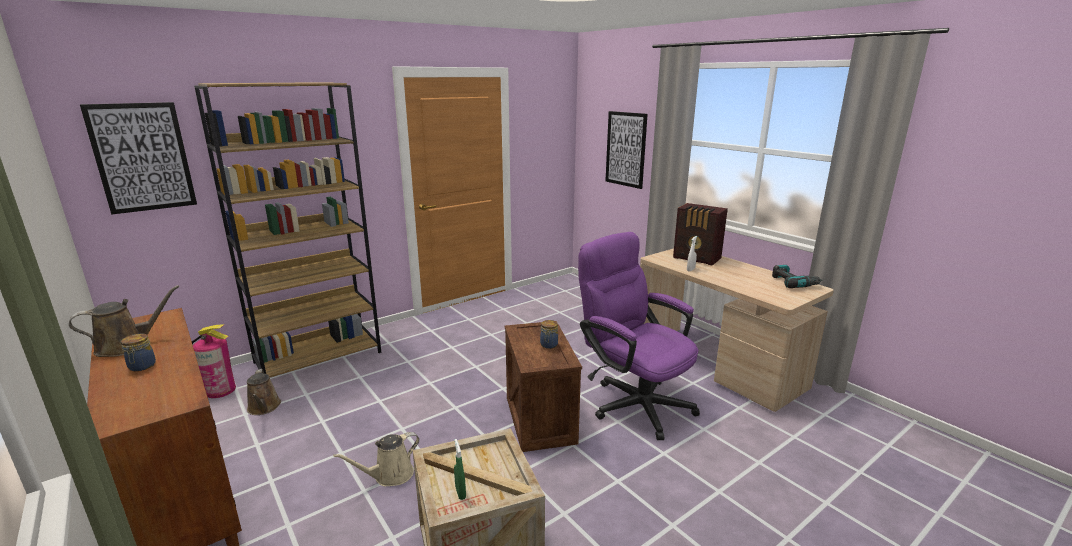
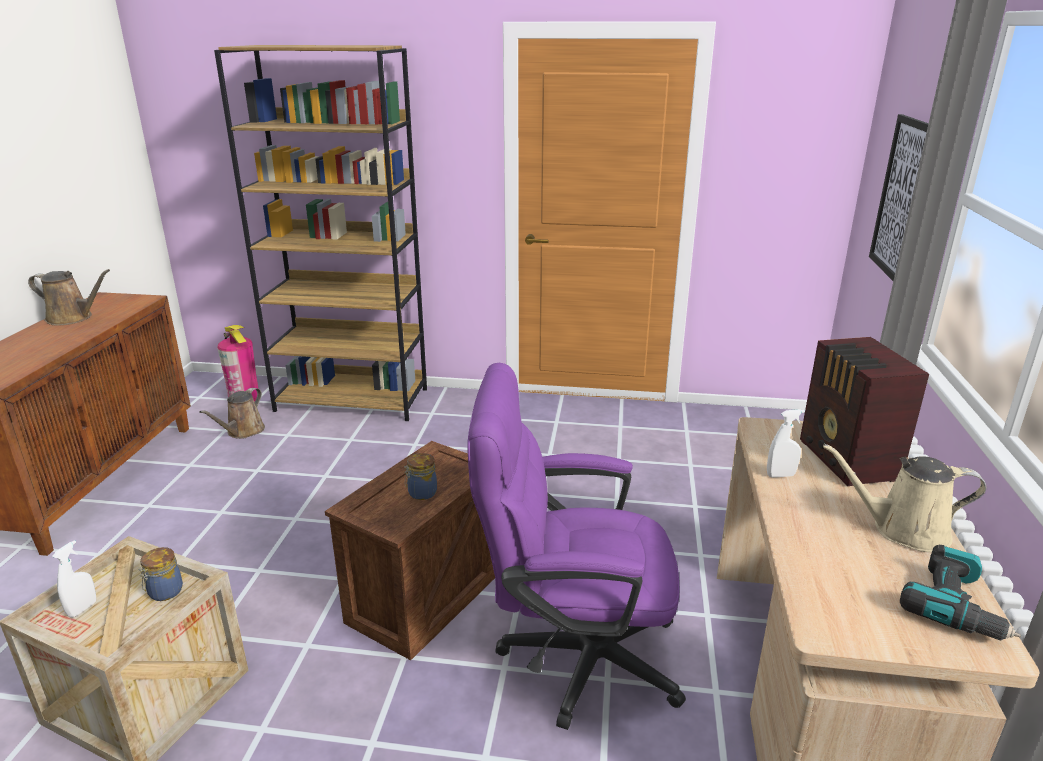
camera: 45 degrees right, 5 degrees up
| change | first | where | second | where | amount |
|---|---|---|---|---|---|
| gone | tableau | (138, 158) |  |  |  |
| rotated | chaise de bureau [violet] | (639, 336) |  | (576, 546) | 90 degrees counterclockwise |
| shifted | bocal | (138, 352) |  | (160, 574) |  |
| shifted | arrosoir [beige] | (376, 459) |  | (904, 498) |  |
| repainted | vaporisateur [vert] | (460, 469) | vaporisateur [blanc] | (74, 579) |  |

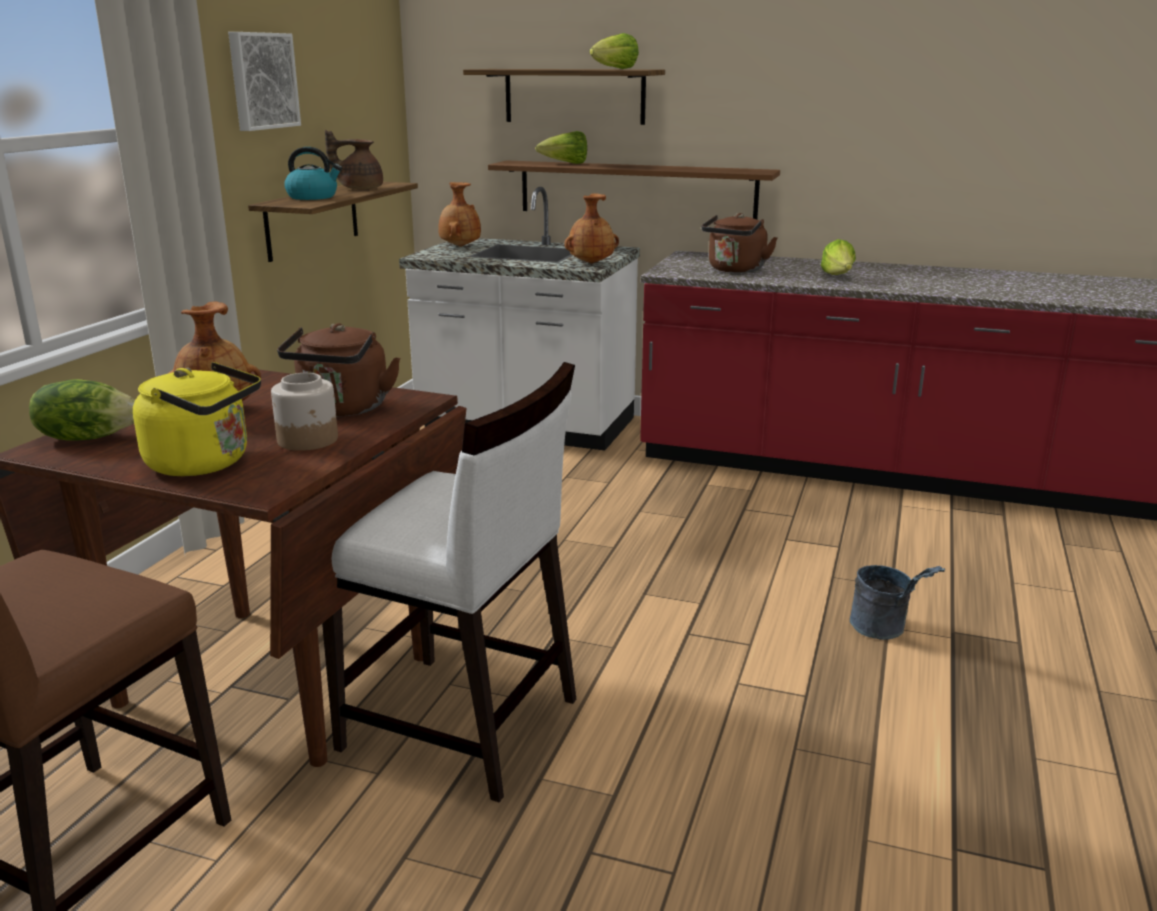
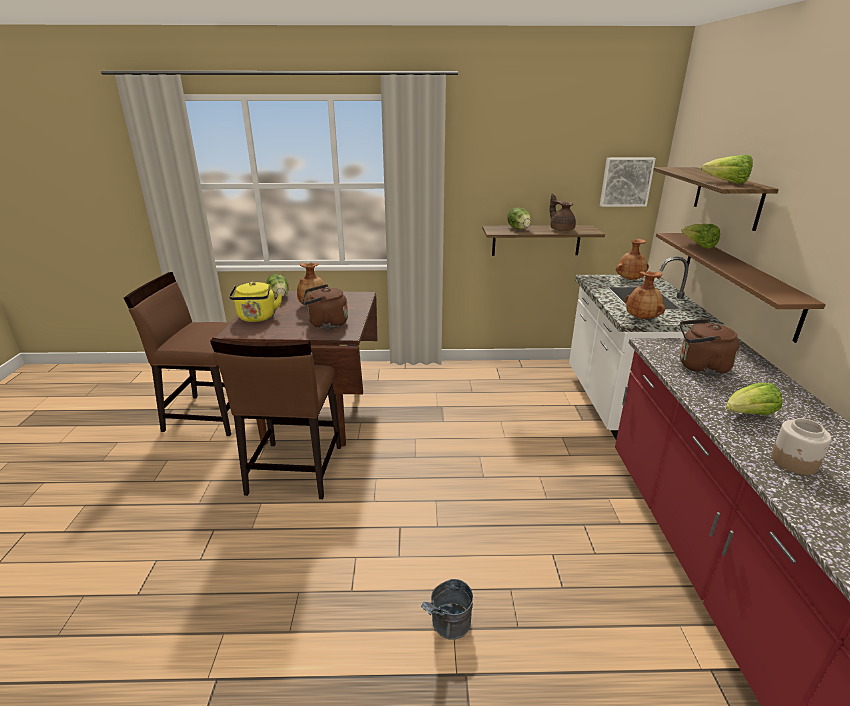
camera: 70 degrees right, 5 degrees up
| change | first | where | second | where | amount |
|---|---|---|---|---|---|
| shifted | tableau | (264, 81) |  | (628, 182) |  |
| swapped | bouilloire | (313, 173) | laitue | (519, 218) |  |
| repainted | chaise [blanc] | (449, 582) | chaise [marron] | (275, 418) |  |
| shifted | bocal | (304, 412) |  | (801, 446) |  |

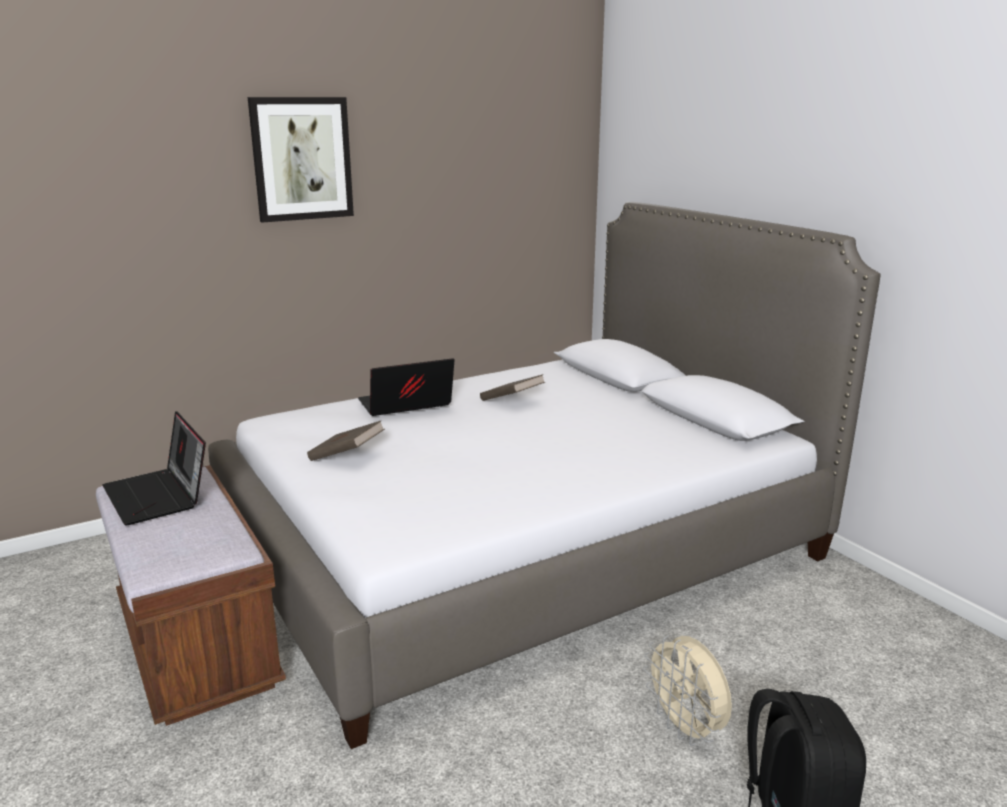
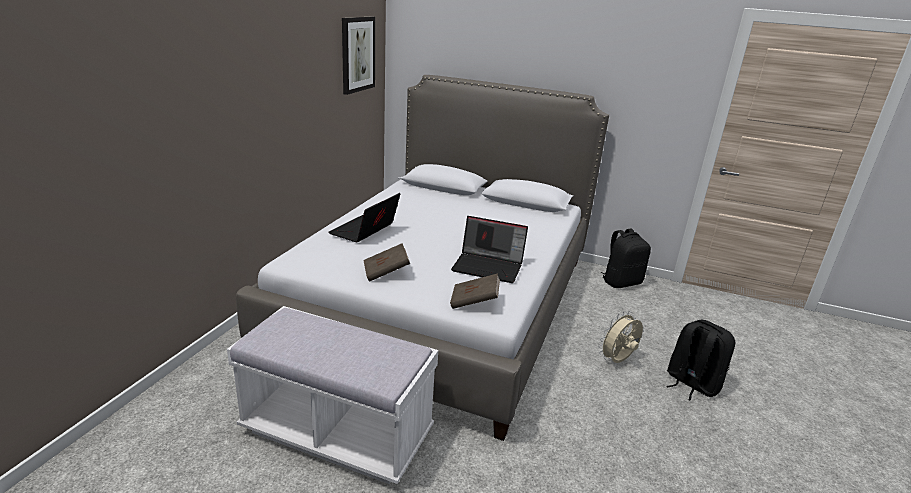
camera: 40 degrees left, 5 degrees up
| change | first | where | second | where | amount |
|---|---|---|---|---|---|
| shifted | tableau | (301, 160) |  | (358, 55) |  |
| shifted | livre [marron] | (512, 387) |  | (475, 291) |  |
| shifted | ordinateur portable | (154, 468) |  | (489, 249) |  |
| repainted | banc [marron] | (191, 595) | banc [blanc] | (332, 395) |  |
| rotated | ventilateur [beige] | (687, 690) |  | (620, 337) | 120 degrees clockwise |
| new |  |  | sac à dos [noir] | (625, 258) |  |

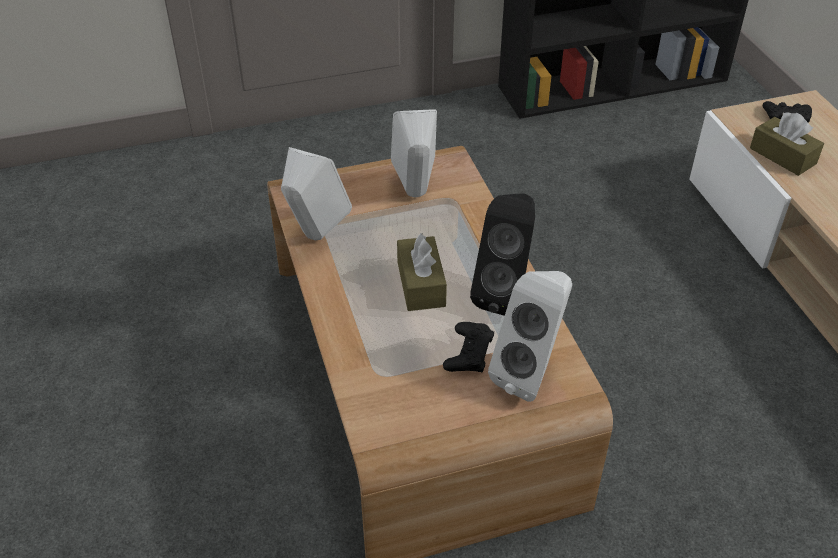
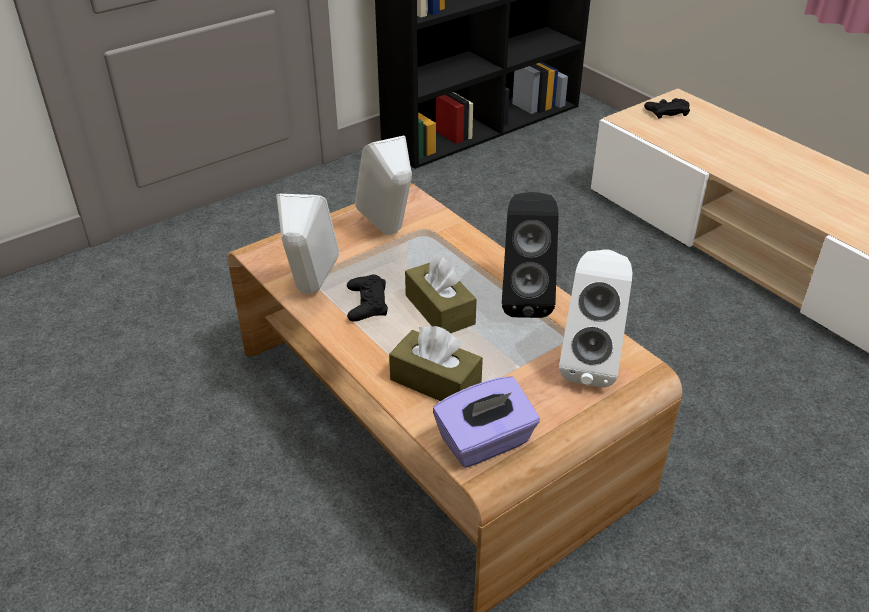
camera: 20 degrees left, 5 degrees down
| change | first | where | second | where | amount |
|---|---|---|---|---|---|
| shifted | boîte à mouchoirs [marron] | (787, 144) |  | (436, 363) |  |
| shifted | manette [noir] | (468, 347) |  | (367, 298) |  |
| new |  |  | boîte à mouchoirs [violet] | (486, 422) |  |

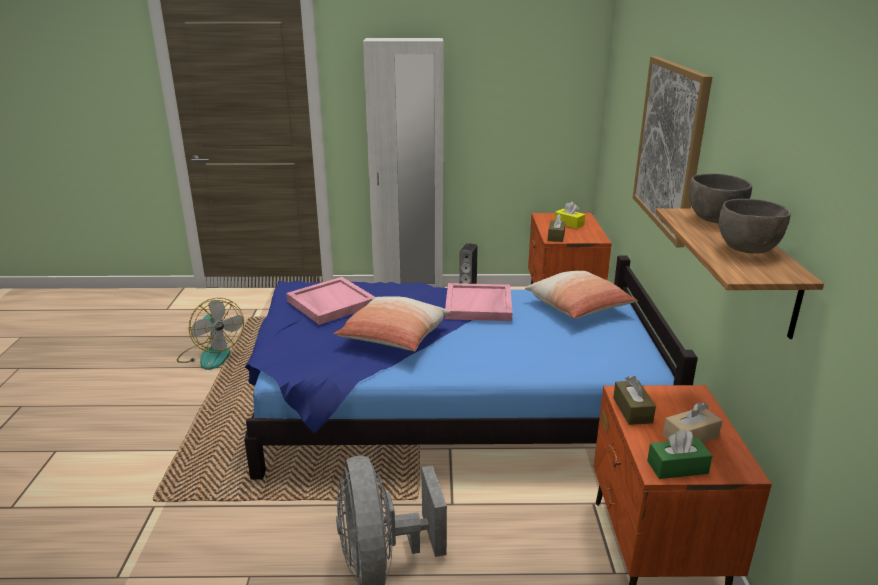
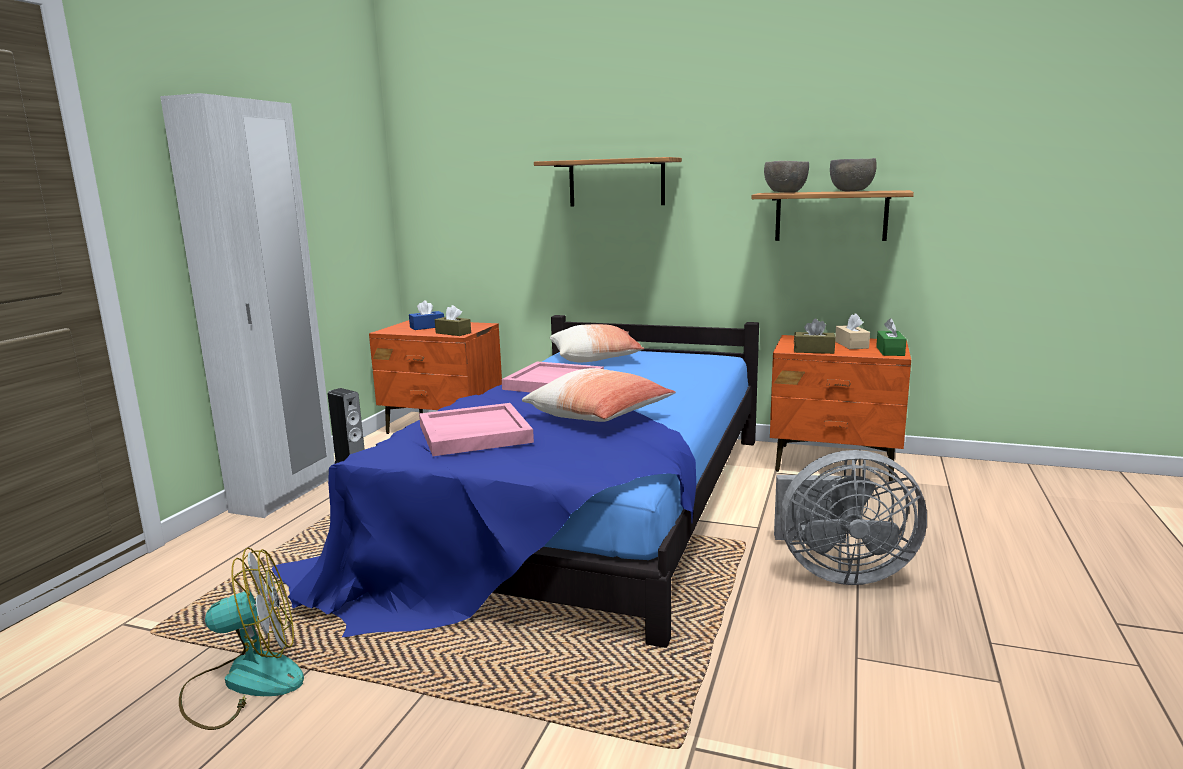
camera: 70 degrees left, 10 degrees down
| change | first | where | second | where | amount |
|---|---|---|---|---|---|
| swapped | tableau | (672, 151) | étagère | (608, 181) |  |
| repainted | boîte à mouchoirs [jaune] | (569, 215) | boîte à mouchoirs [bleu] | (426, 315) |  |

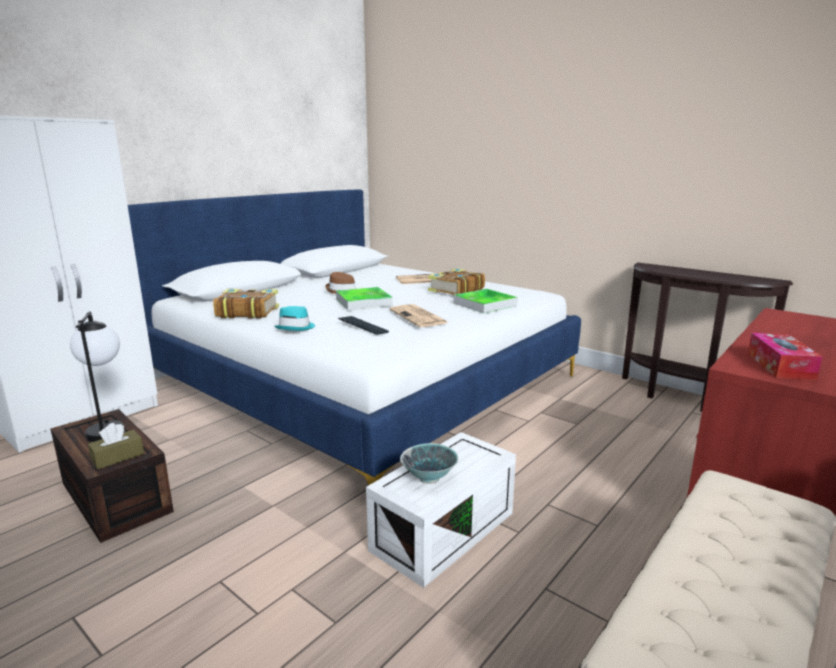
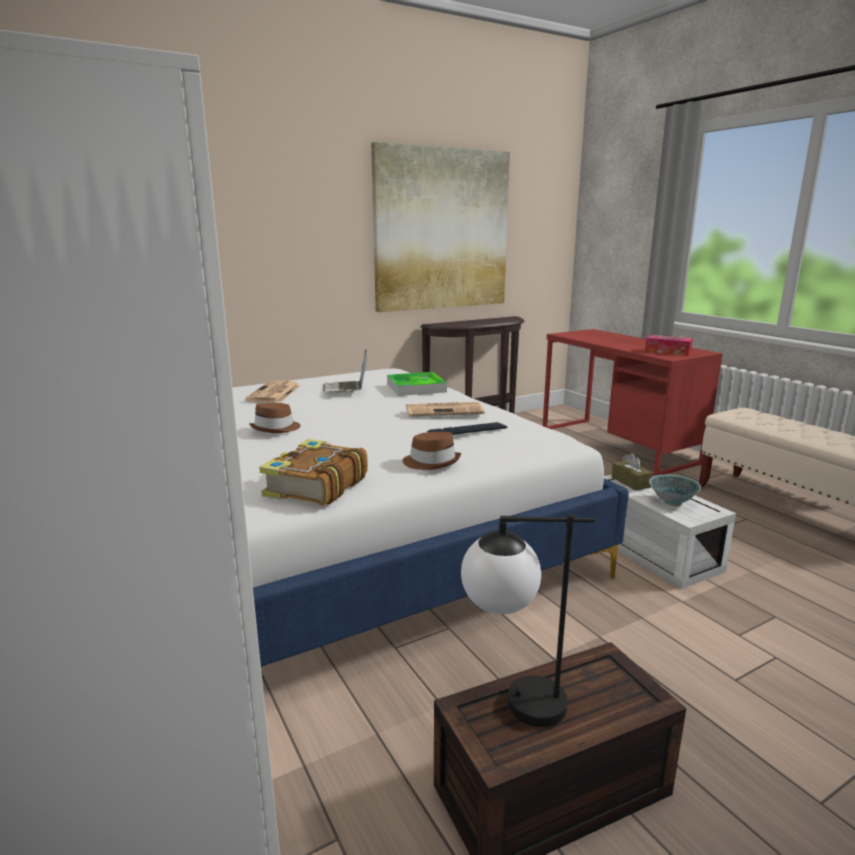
camera: 70 degrees left, 0 degrees up
| change | first | where | second | where | amount |
|---|---|---|---|---|---|
| swapped | livre | (456, 281) | ordinateur portable | (345, 371) |  |
| gone | plateau | (364, 298) |  |  |  |
| repainted | chapeau [turquoise] | (295, 318) | chapeau [marron] | (432, 451) |  |
| shifted | boîte à mouchoirs [marron] | (116, 446) |  | (632, 472) |  |
| new |  |  | tableau | (440, 227) |  |

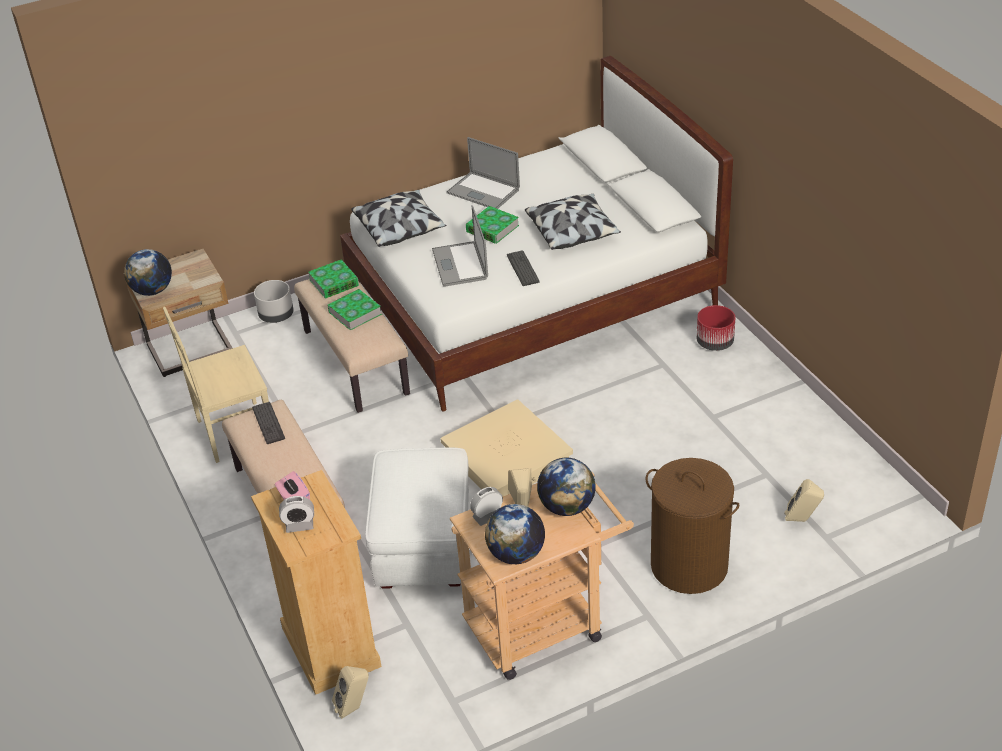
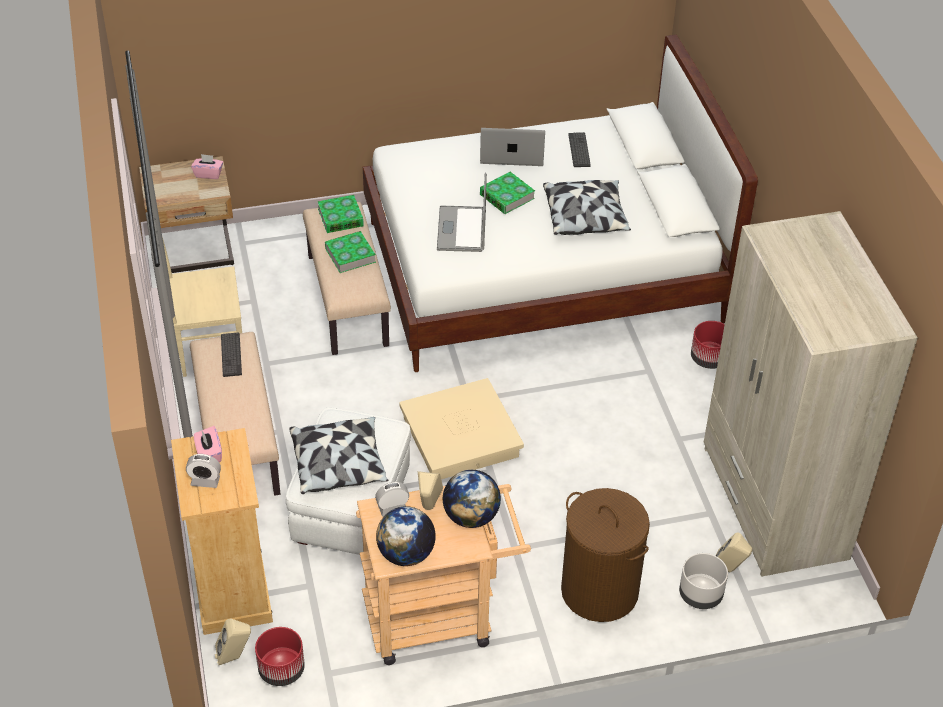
camera: 10 degrees right, 5 degrees up
| change | first | where | second | where | amount |
|---|---|---|---|---|---|
| rotated | ordinateur portable | (483, 173) |  | (512, 147) | 135 degrees clockwise |
| shifted | coussin | (398, 218) |  | (338, 455) |  |
| gone | globe | (148, 272) |  |  |  |
| shifted | clavier | (523, 268) |  | (580, 149) |  |
| shifted | cache-pot [gris] | (274, 301) |  | (703, 581) |  |
| new |  |  | boîte à mouchoirs [rose] | (207, 166) |  |
| new |  |  | armoire [beige] | (811, 394) |  |
| new |  |  | cache-pot [rouge] | (280, 656) |  |

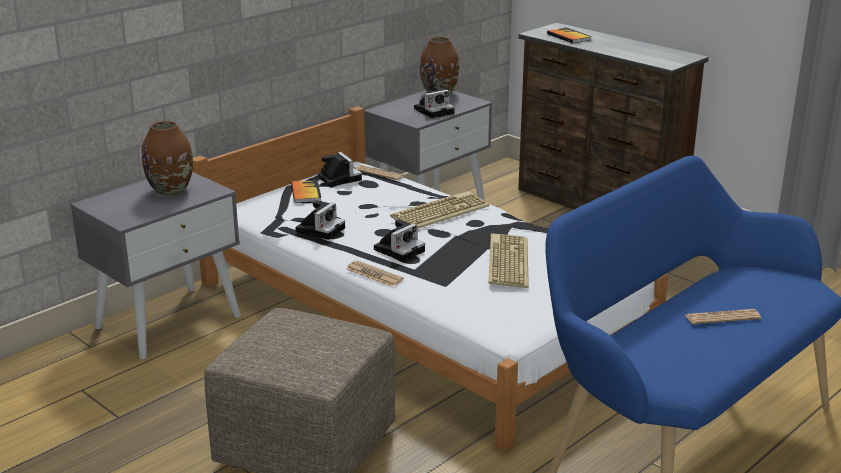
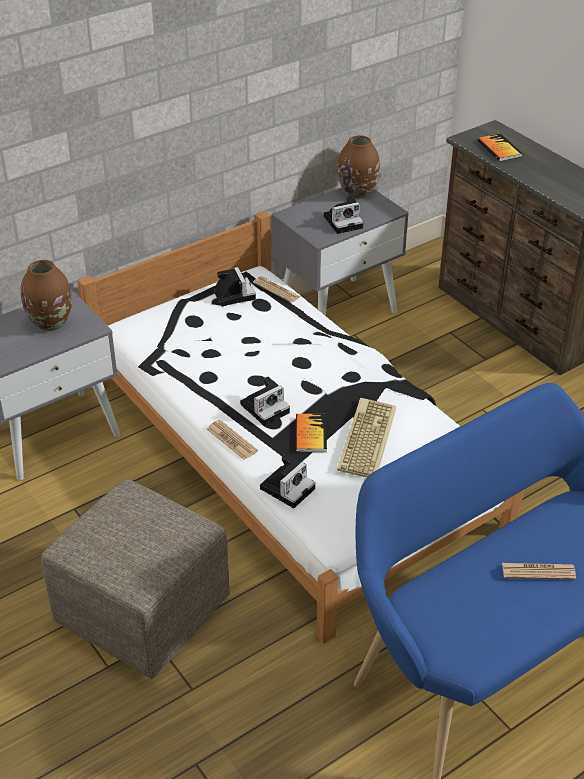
camera: 10 degrees right, 15 degrees up
| change | first | where | second | where | amount |
|---|---|---|---|---|---|
| shifted | livre | (306, 191) |  | (311, 433) |  |
| gone | clavier | (439, 210) |  |  |  |
| shifted | appareil photo | (320, 220) |  | (287, 481) |  |

